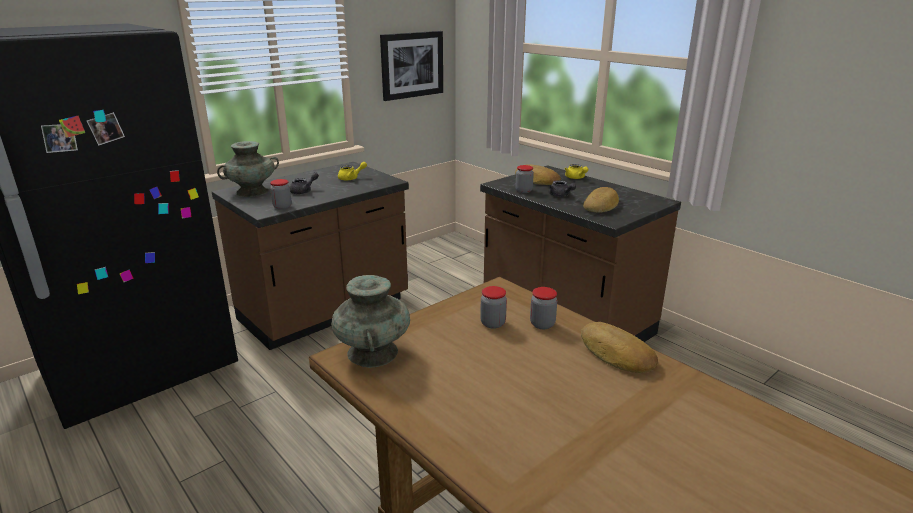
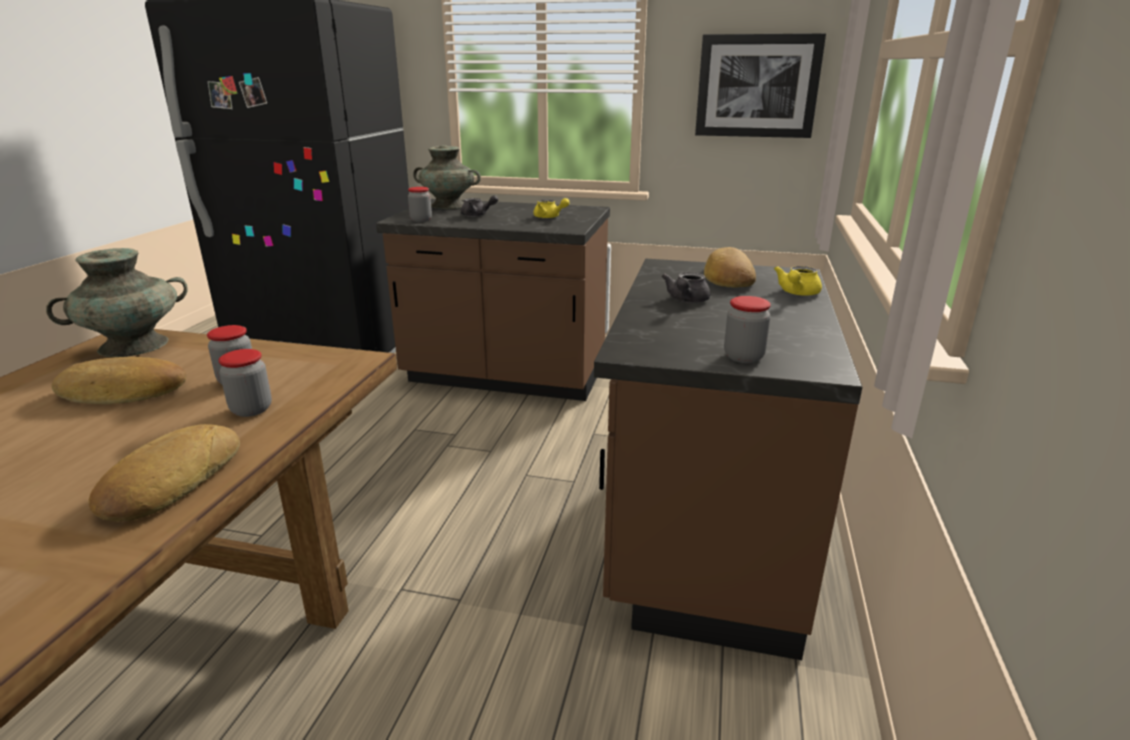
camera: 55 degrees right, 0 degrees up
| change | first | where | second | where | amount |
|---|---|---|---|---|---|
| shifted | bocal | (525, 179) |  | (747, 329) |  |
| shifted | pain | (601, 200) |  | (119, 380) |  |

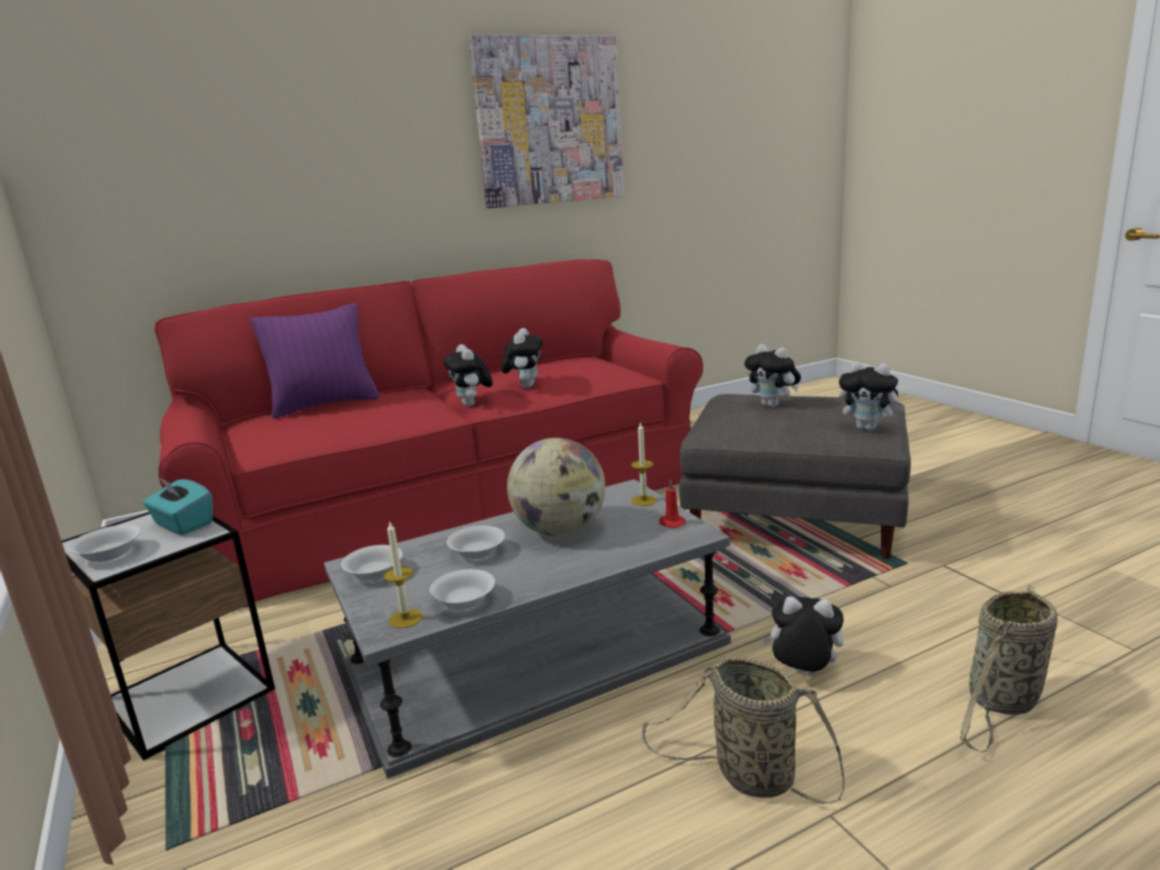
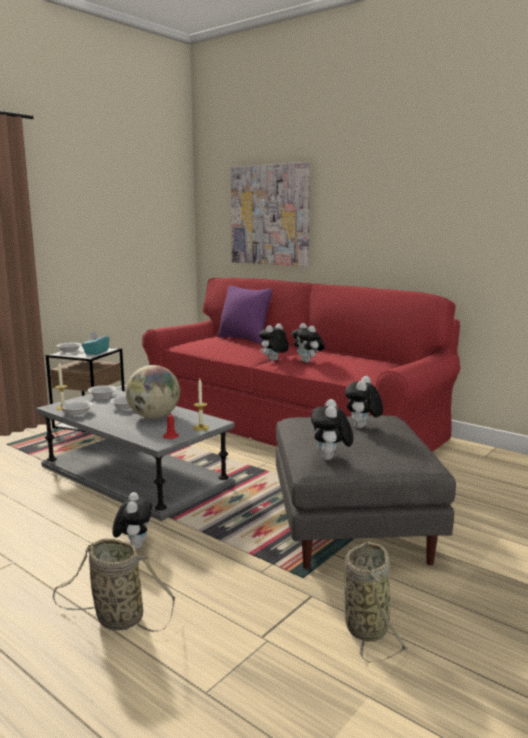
camera: 65 degrees right, 5 degrees down
| change | first | where | second | where | amount |
|---|---|---|---|---|---|
| shifted | tableau | (546, 121) |  | (270, 214) |  |
| rotated | peluche | (522, 358) |  | (308, 343) | 75 degrees clockwise |
| shifted | panier | (743, 730) |  | (376, 602) |  |

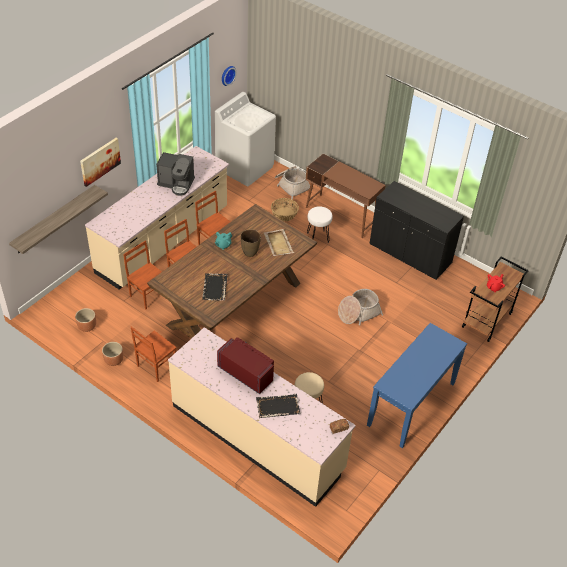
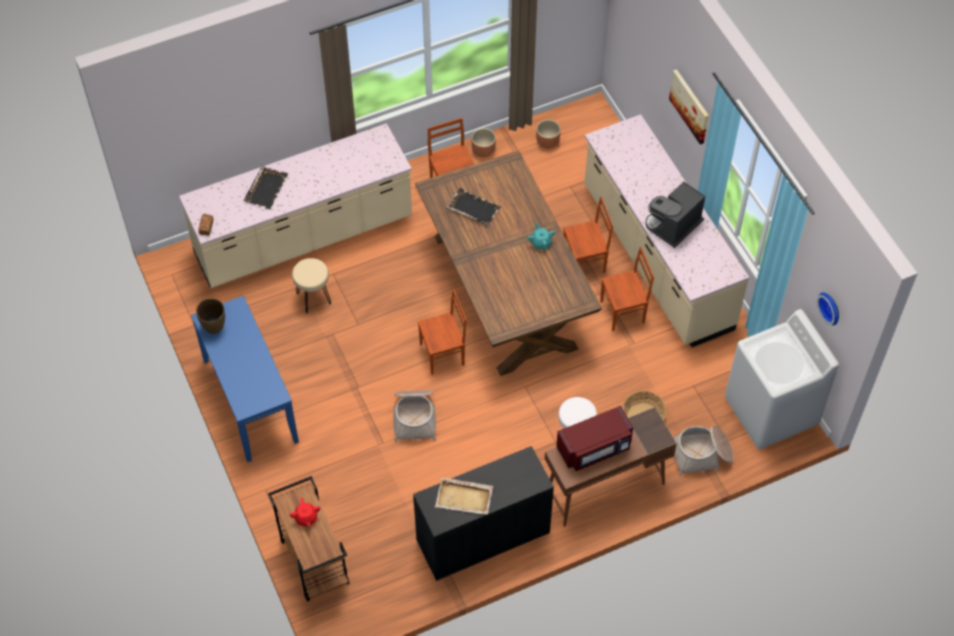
camera: 120 degrees right, 10 degrees up
| change | first | where | second | where | amount |
|---|---|---|---|---|---|
| gone | étagère | (58, 219) |  |  |  |
| shifted | vase [marron] | (251, 243) |  | (210, 316) |  |
| shifted | plateau [beige] | (279, 242) |  | (464, 496) |  |
| shifted | chaise [marron] | (142, 274) |  | (442, 332) |  |
| shifted | micro-ondes [rouge] | (245, 365) |  | (594, 438) |  |

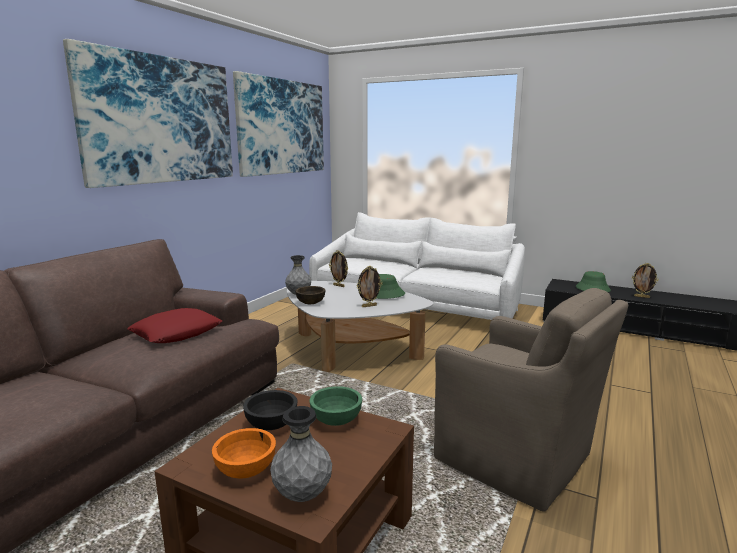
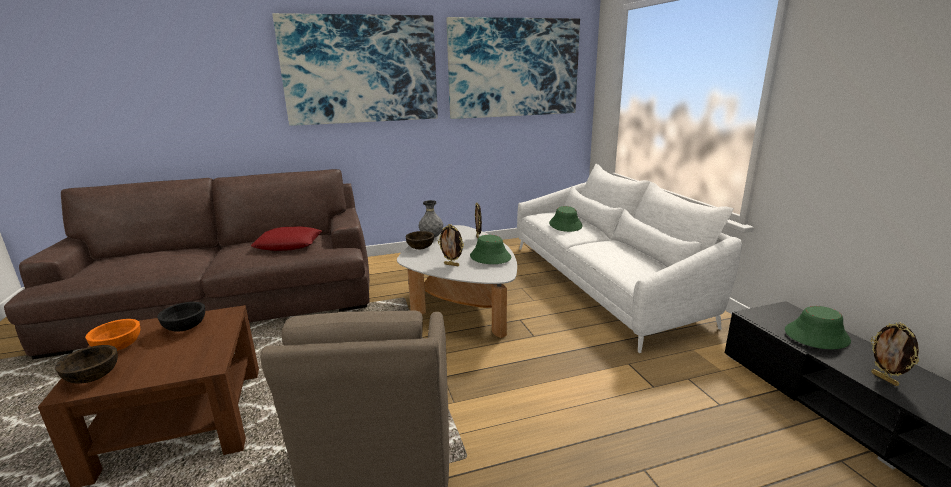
camera: 45 degrees right, 5 degrees up
| change | first | where | second | where | amount |
|---|---|---|---|---|---|
| gone | bol [vert] | (336, 406) |  |  |  |
| swapped | vase [gris] | (301, 454) | bol [marron] | (86, 364) |  |
| new |  |  | chapeau [vert] | (566, 219) |  |

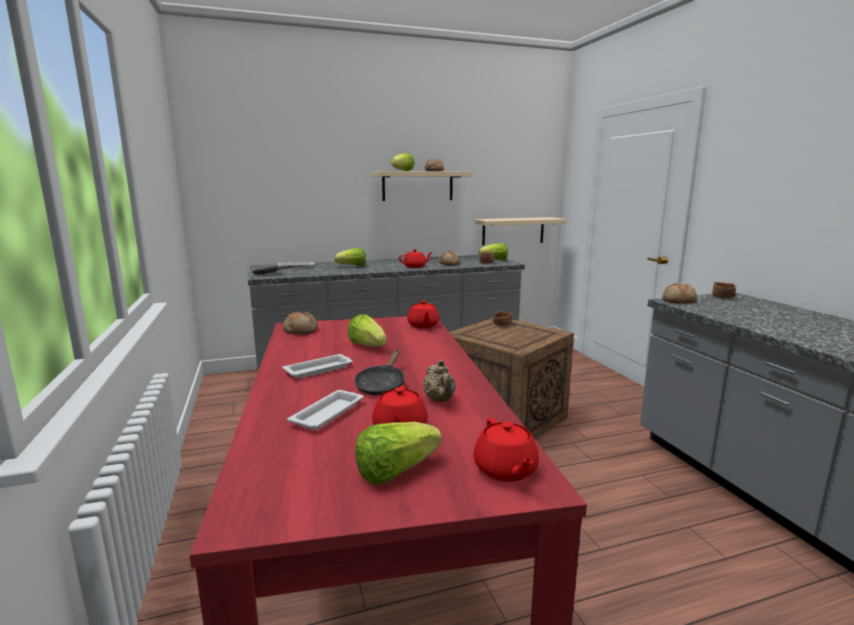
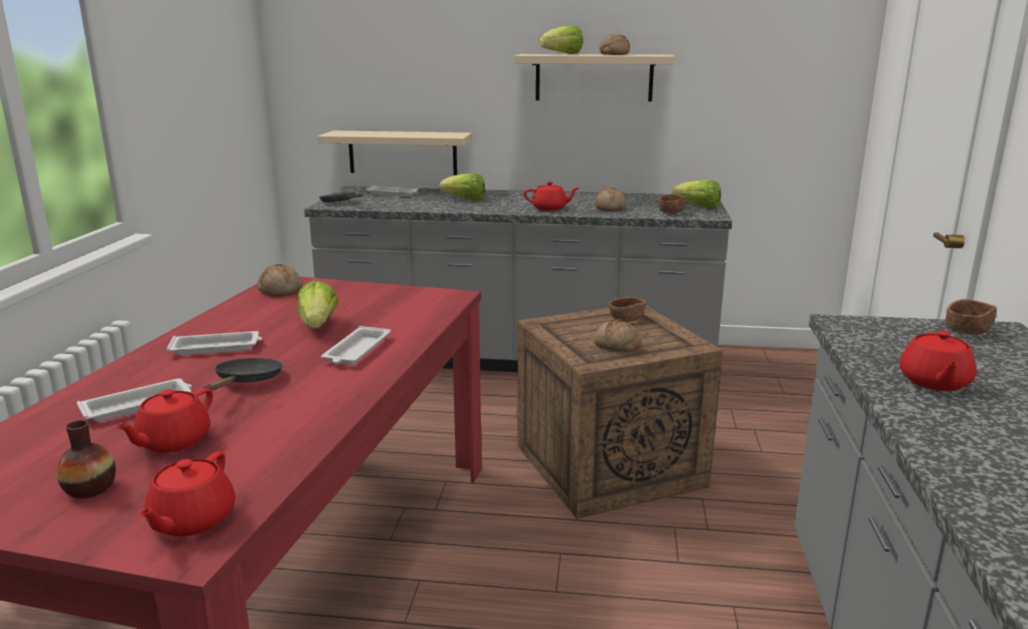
camera: 25 degrees right, 5 degrees up
| change | first | where | second | where | amount |
|---|---|---|---|---|---|
| shifted | étagère [beige] | (520, 231) |  | (394, 153) |  |
| shifted | pain | (680, 293) |  | (617, 335) |  |
| shifted | théière [rouge] | (423, 314) |  | (938, 361) |  |
| rotated | poêle [noir] | (379, 372) |  | (243, 374) | 150 degrees clockwise |
| gone | théière [beige] | (439, 381) |  |  |  |
| swapped | laitue | (398, 453) | vase | (86, 459) |  |
| new |  |  | plateau [blanc] | (356, 345) |  |

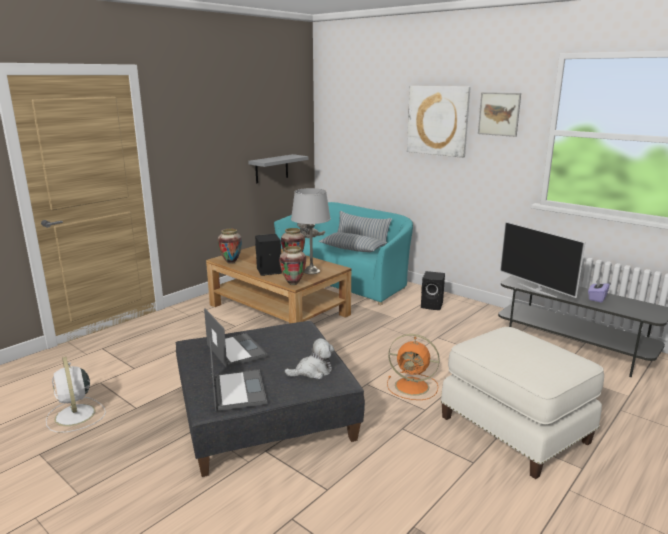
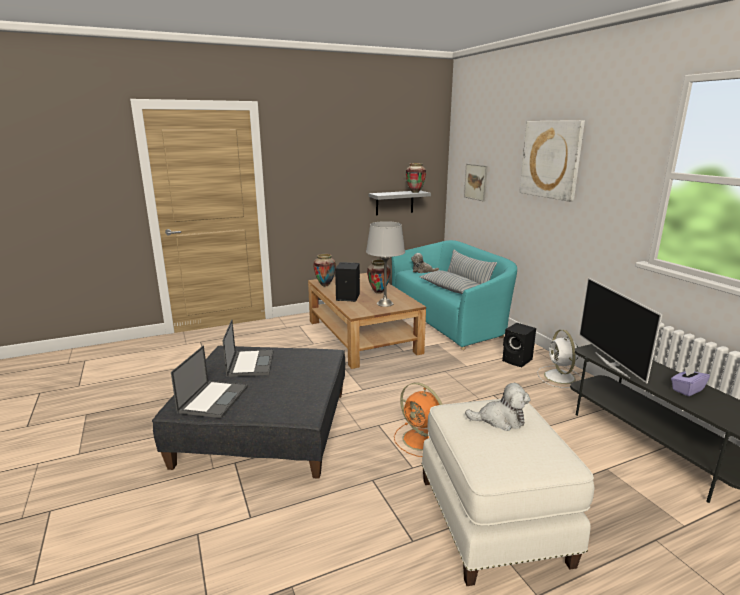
camera: 25 degrees right, 0 degrees up
| change | first | where | second | where | amount |
|---|---|---|---|---|---|
| shifted | tableau | (499, 114) |  | (476, 183) |  |
| shifted | vase | (292, 265) |  | (416, 178) |  |
| shifted | peluche | (309, 358) |  | (497, 407) |  |
| shifted | ventilateur [blanc] | (76, 395) |  | (559, 359) |  |

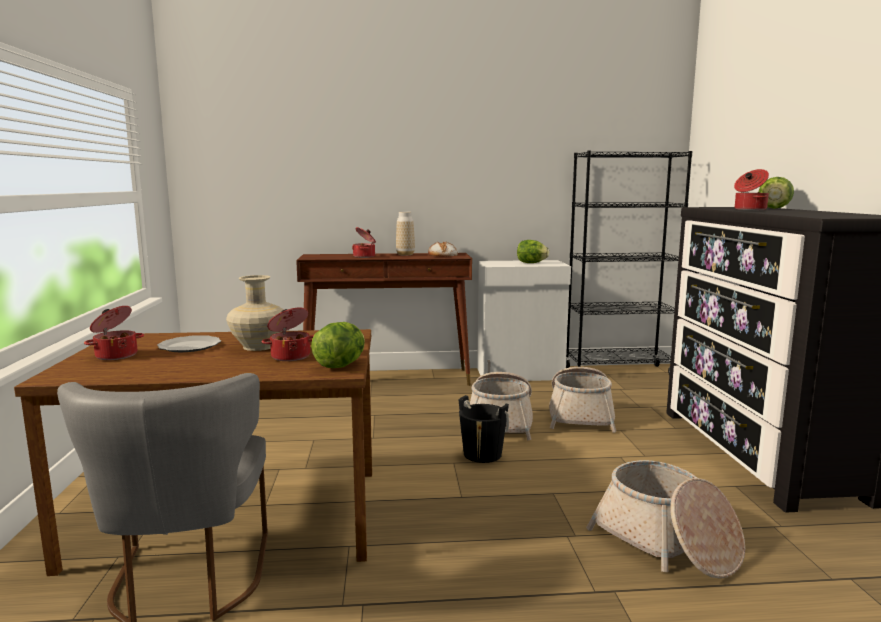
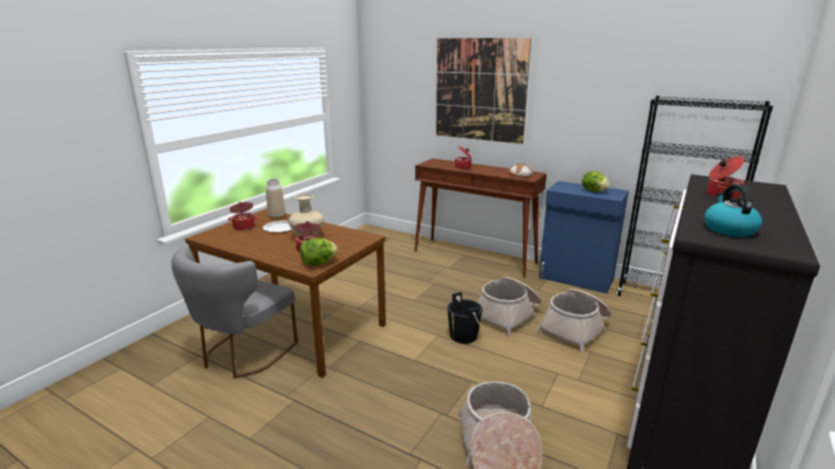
camera: 35 degrees right, 10 degrees up
| change | first | where | second | where | amount |
|---|---|---|---|---|---|
| gone | laitue | (776, 193) |  |  |  |
| shifted | vase | (405, 233) |  | (275, 199) |  |
| repainted | meuble de rangement [blanc] | (524, 320) | meuble de rangement [bleu] | (584, 237) |  |
| new |  |  | tableau | (483, 91) |  |
| new |  |  | bouilloire | (733, 210) |  |

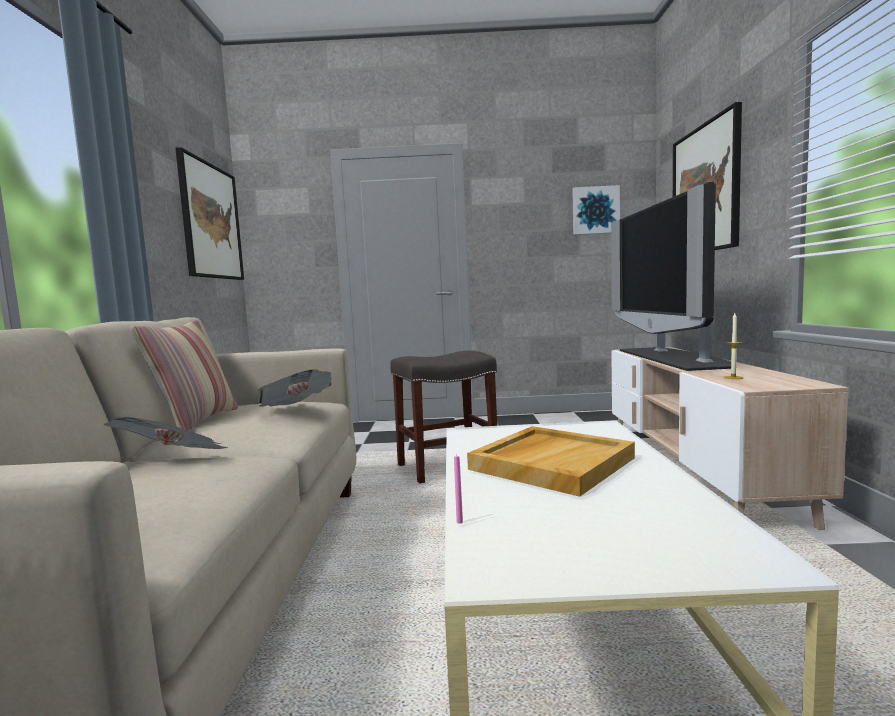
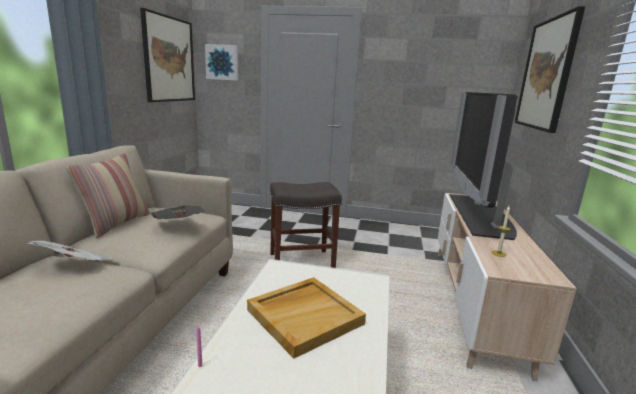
camera: 10 degrees right, 10 degrees up
| change | first | where | second | where | amount |
|---|---|---|---|---|---|
| shifted | tableau | (596, 210) |  | (221, 62) |  |

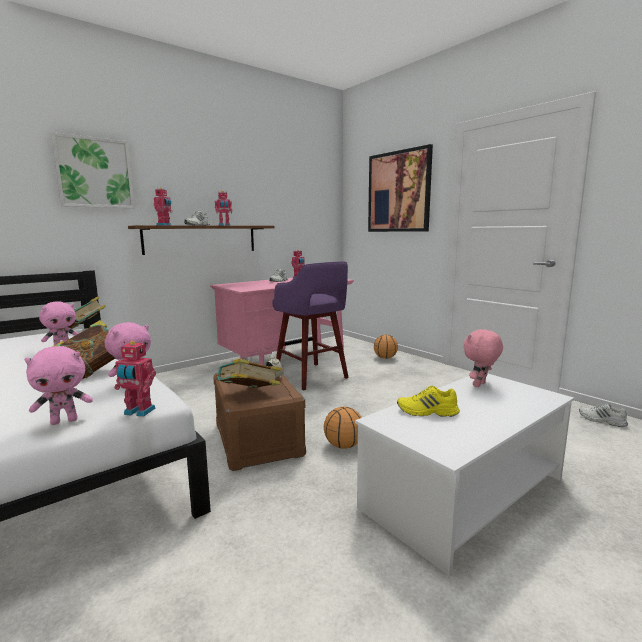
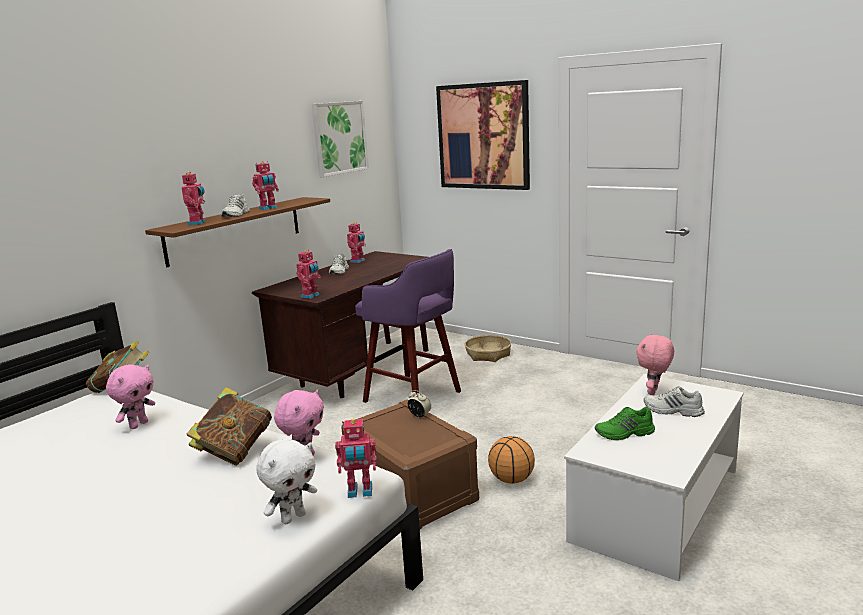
camera: 15 degrees left, 5 degrees up
| change | first | where | second | where | amount |
|---|---|---|---|---|---|
| shifted | tableau | (93, 170) |  | (340, 139) |  |
| repainted | bureau [rose] | (282, 321) | bureau [marron] | (340, 324) |  |
| swapped | ballon de basket | (386, 347) | panier | (488, 348) |  |
| repainted | peluche [rose] | (58, 385) | peluche [blanc] | (286, 481) |  |
| gone | livre | (248, 373) |  |  |  |
| repainted | chaussure [jaune] | (428, 401) | chaussure [vert] | (625, 423) |  |
| shifted | chaussure [blanc] | (603, 415) |  | (674, 402) |  |
| new |  |  | robot jouet | (308, 274) |  |

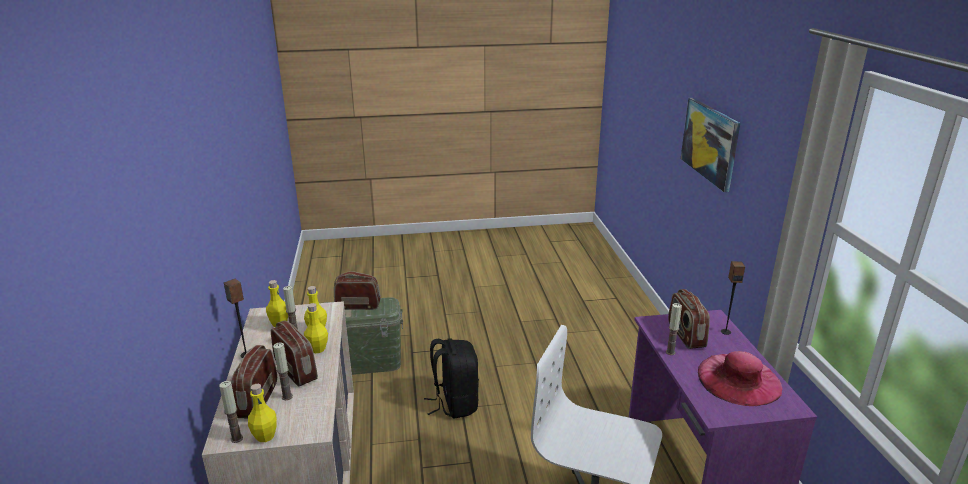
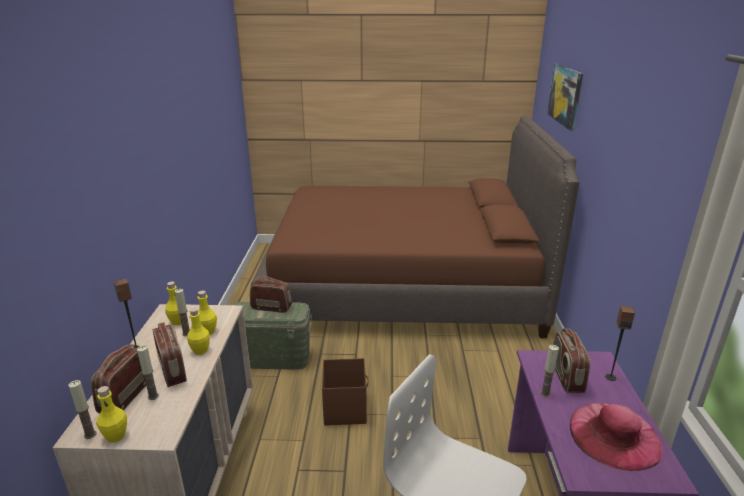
camera: 10 degrees right, 0 degrees up
| change | first | where | second | where | amount |
|---|---|---|---|---|---|
| shifted | tableau | (710, 145) |  | (565, 97) |  |
| swapped | sac à dos [noir] | (451, 379) | boîte de rangement [marron] | (345, 392) |  |
| new |  |  | lit [marron] | (416, 226) |  |

